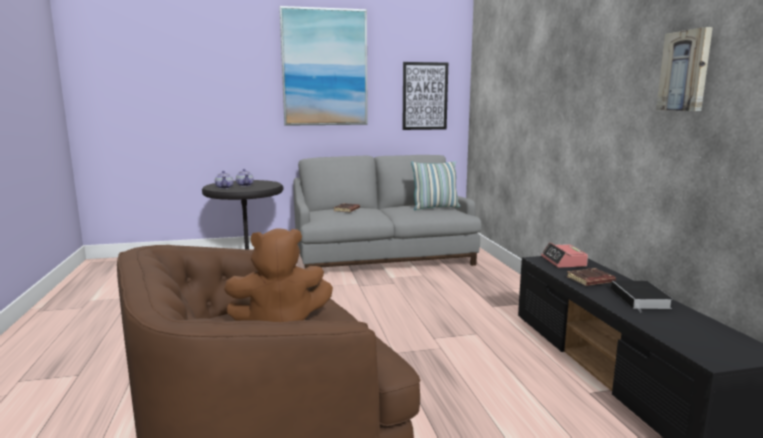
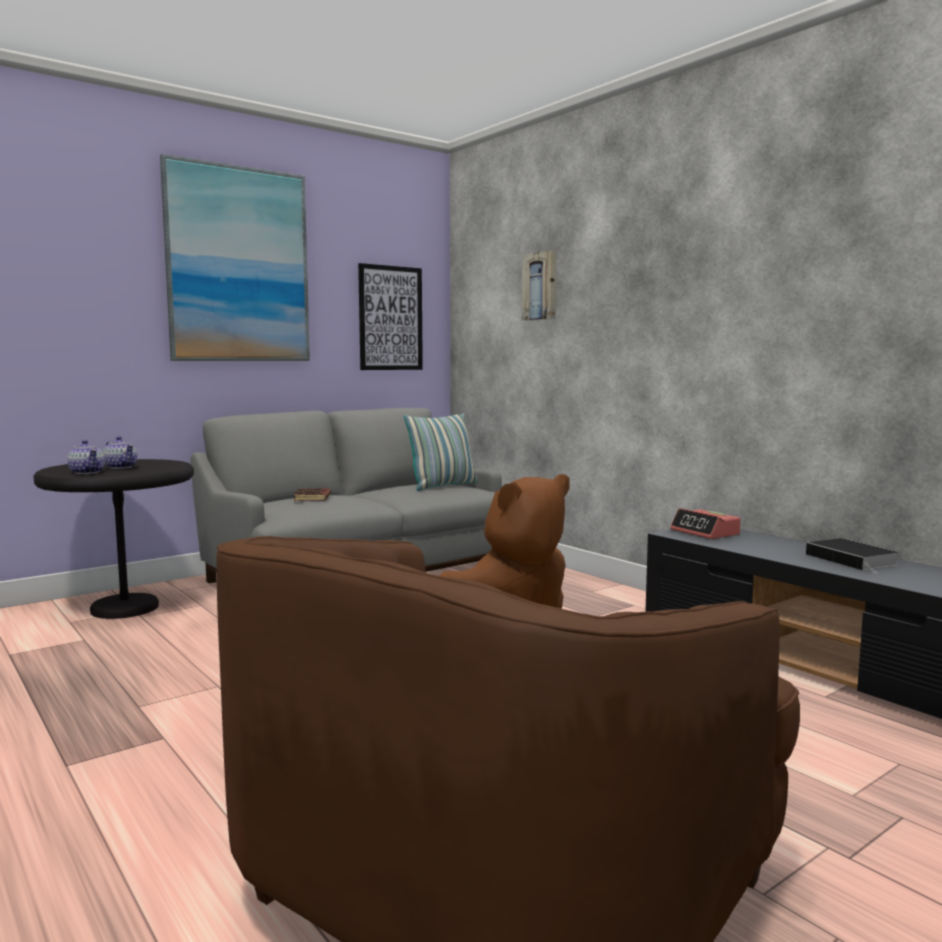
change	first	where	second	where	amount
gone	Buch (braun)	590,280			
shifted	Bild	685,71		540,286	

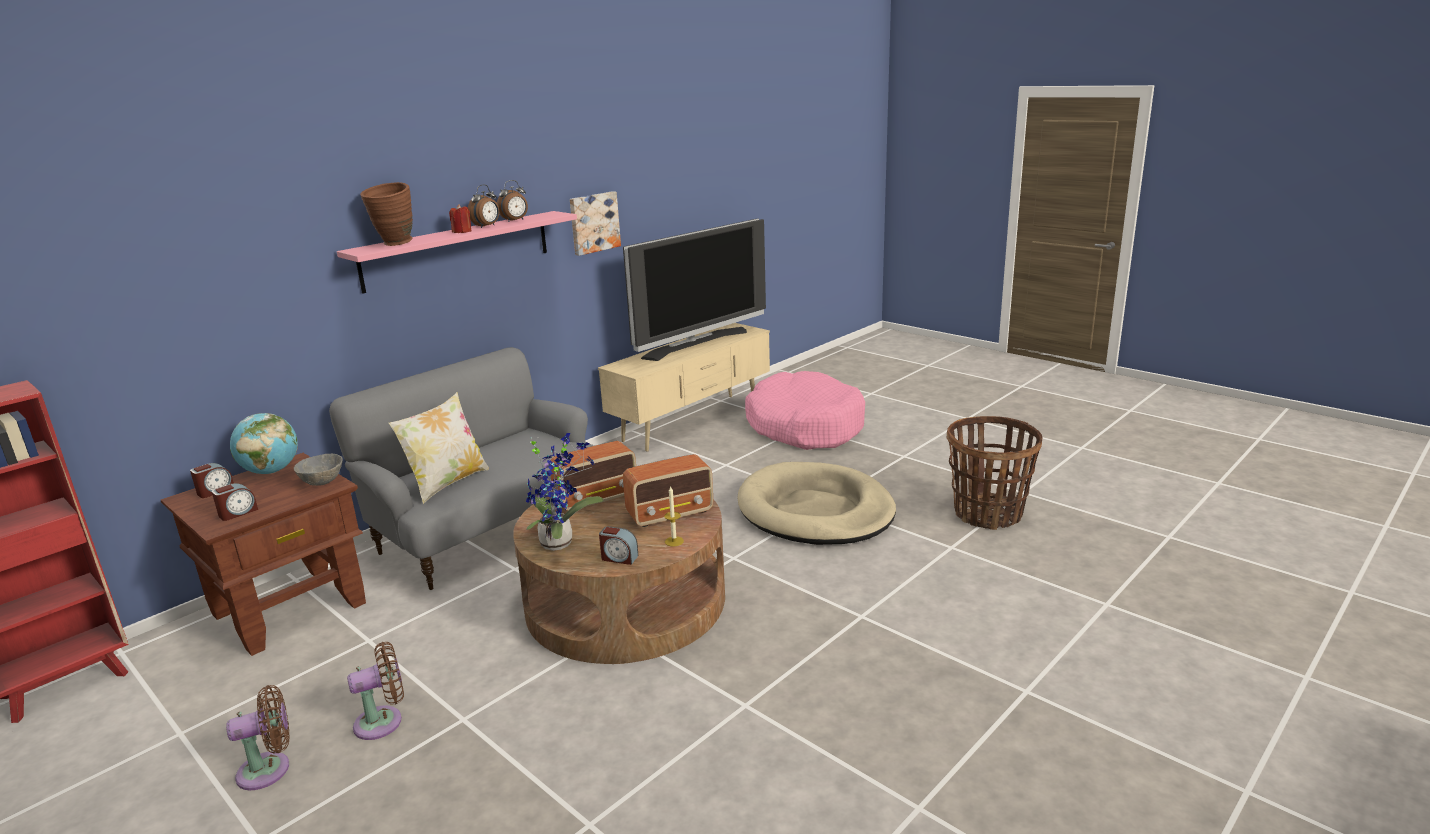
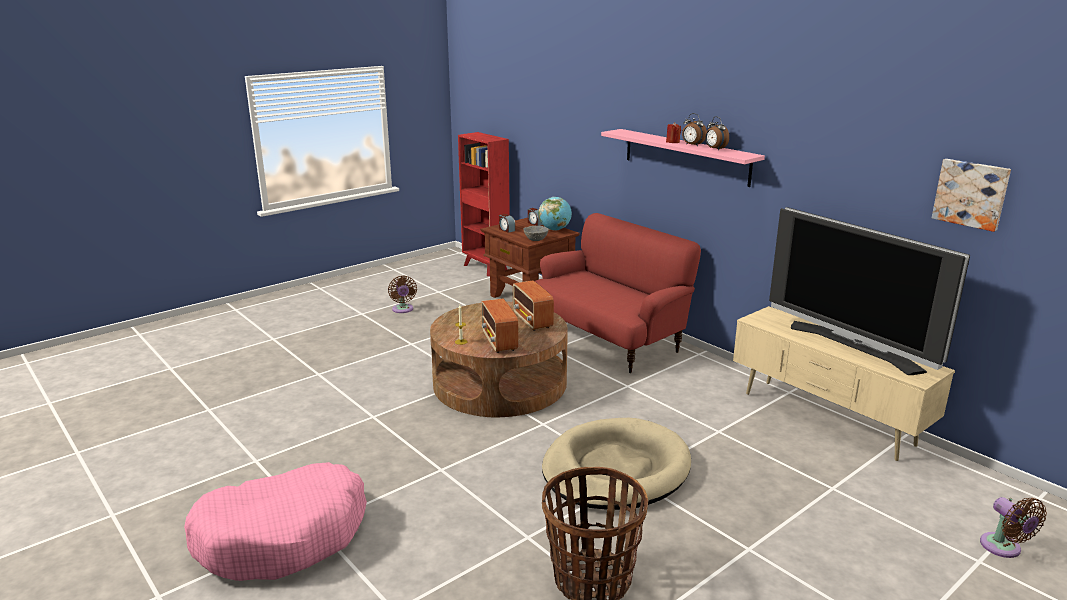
change	first	where	second	where	amount
repainted	Sofa (grau)	488,530	Sofa (rot)	607,338	
shifted	Ventilator (braun)	383,721		1003,548	
gone	Vase (braun)	394,244			
gone	Kissen	447,483			
gone	Topfpflanze	560,542			
shifted	Bild	593,222		971,194	
gone	Wecker	619,558			
shifted	Hundebett (rosa)	805,426		283,536	

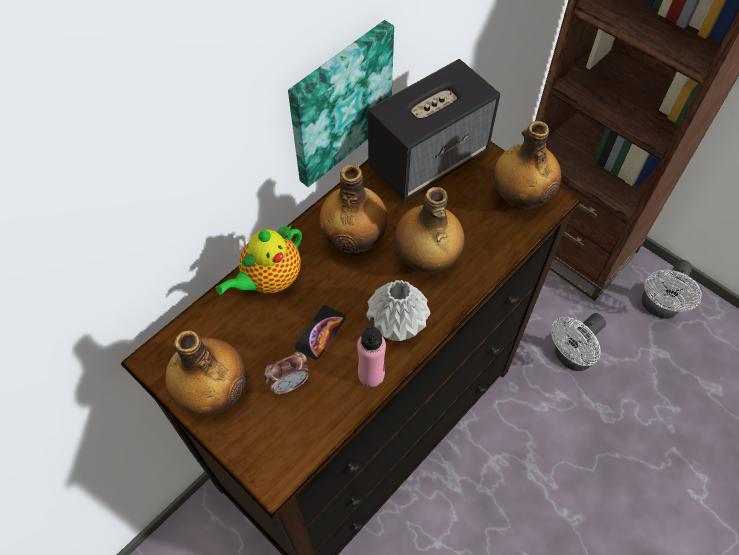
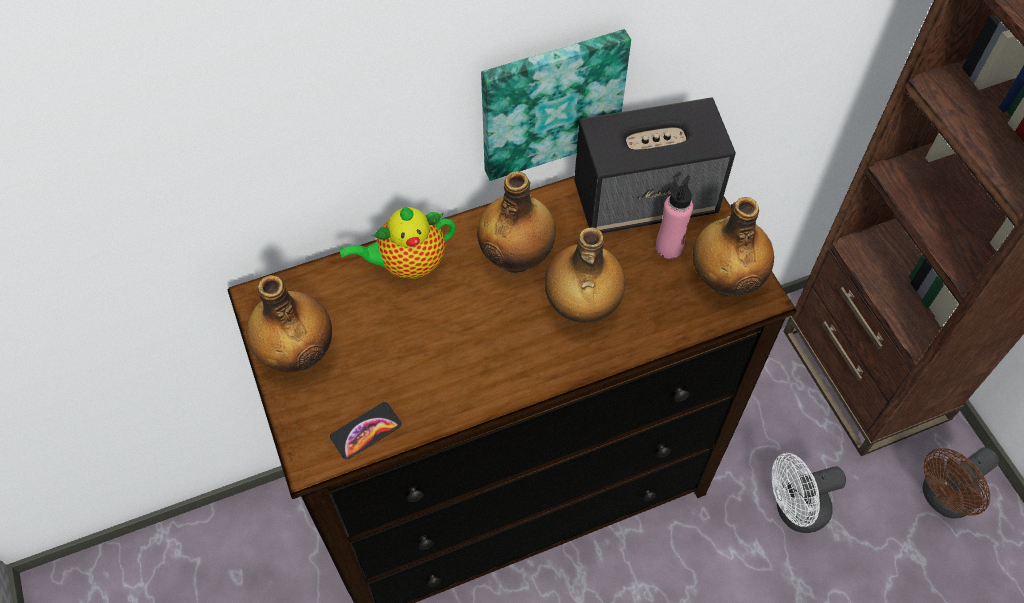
change	first	where	second	where	amount
gone	Wecker	289,384			
shifted	Handy	320,332		366,431	
shifted	Flasche (rosa)	371,374		669,247	
gone	Vase (grau)	397,324			
repainted	Ventilator (weiß)	658,307	Ventilator (braun)	942,499	

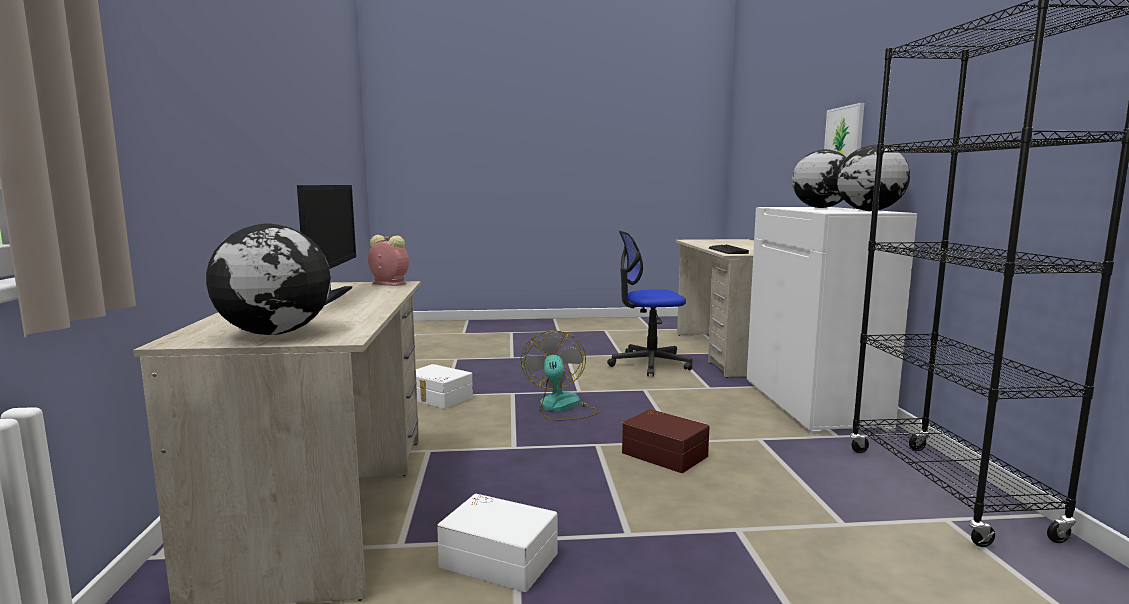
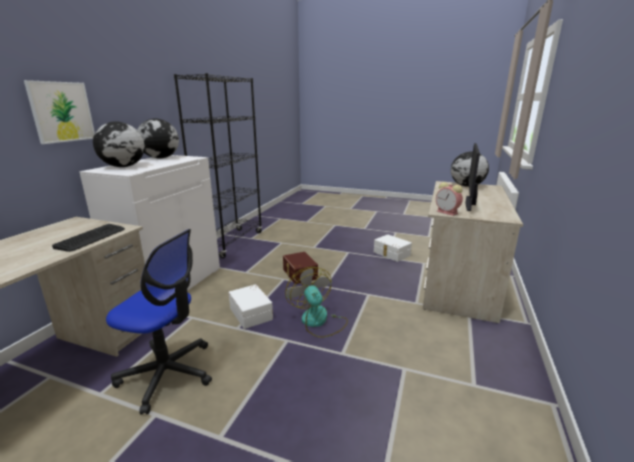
change	first	where	second	where	amount
shifted	Aufbewahrungsbox (weiß)	438,398		252,313	
rotated	Ventilator	561,408		318,321	135 degrees clockwise

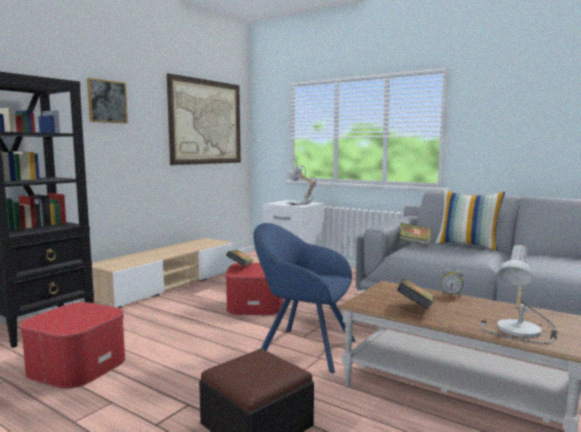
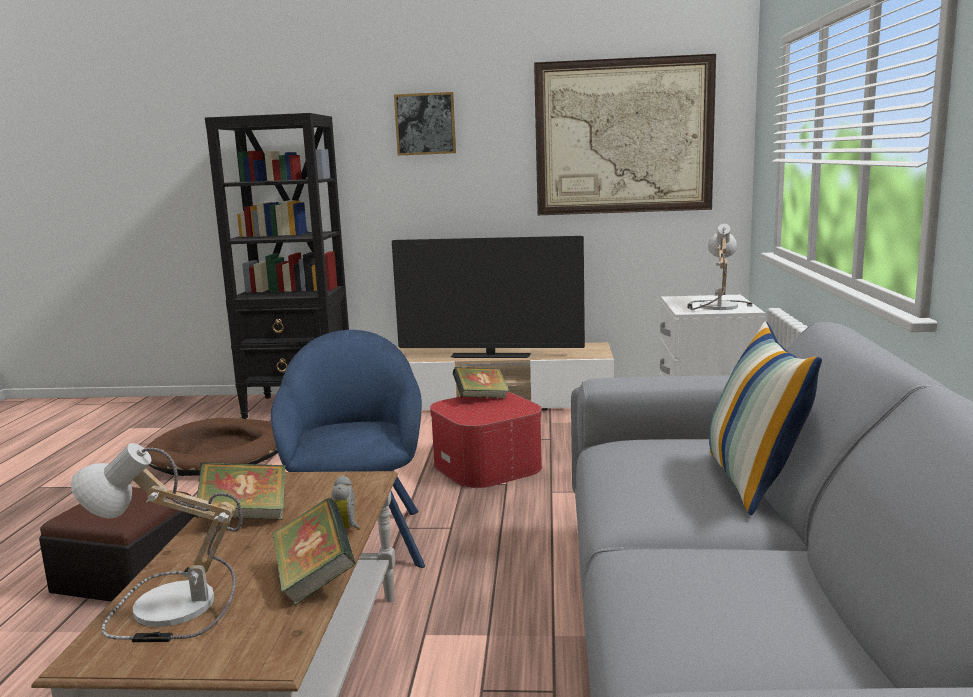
change	first	where	second	where	amount
swapped	Polsterhocker	77,365	Hundebett (braun)	220,453	
shifted	Buch	414,244		314,578	
new			Fernseher	490,356	

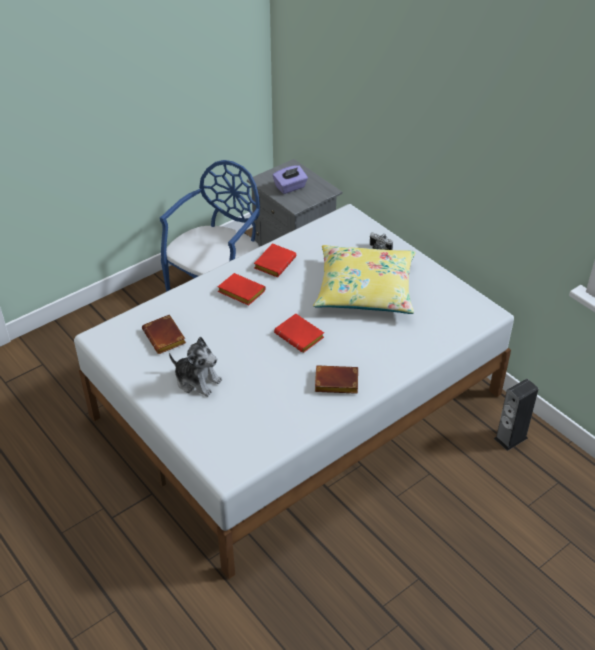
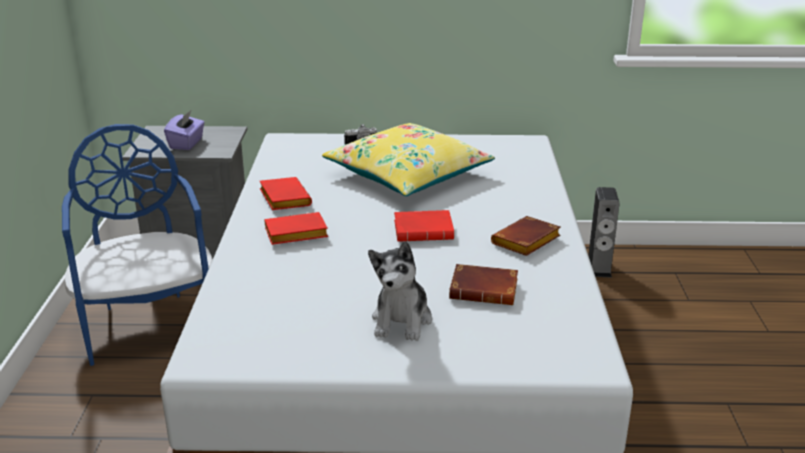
change	first	where	second	where	amount
shifted	Buch (braun)	166,338		485,290	
rotated	Plüschtier	197,381		402,320	120 degrees clockwise

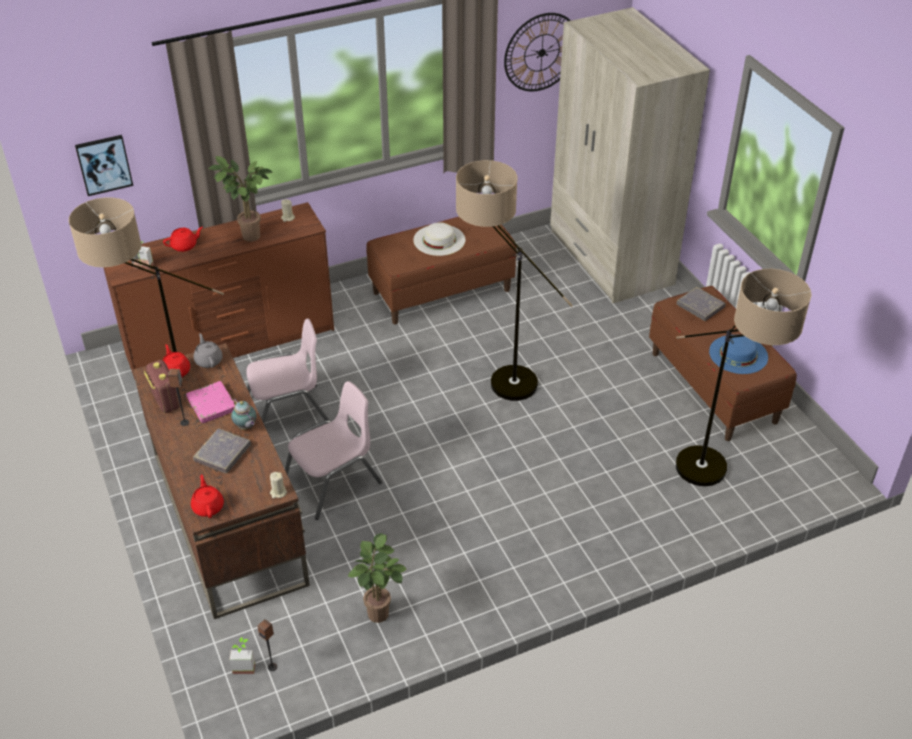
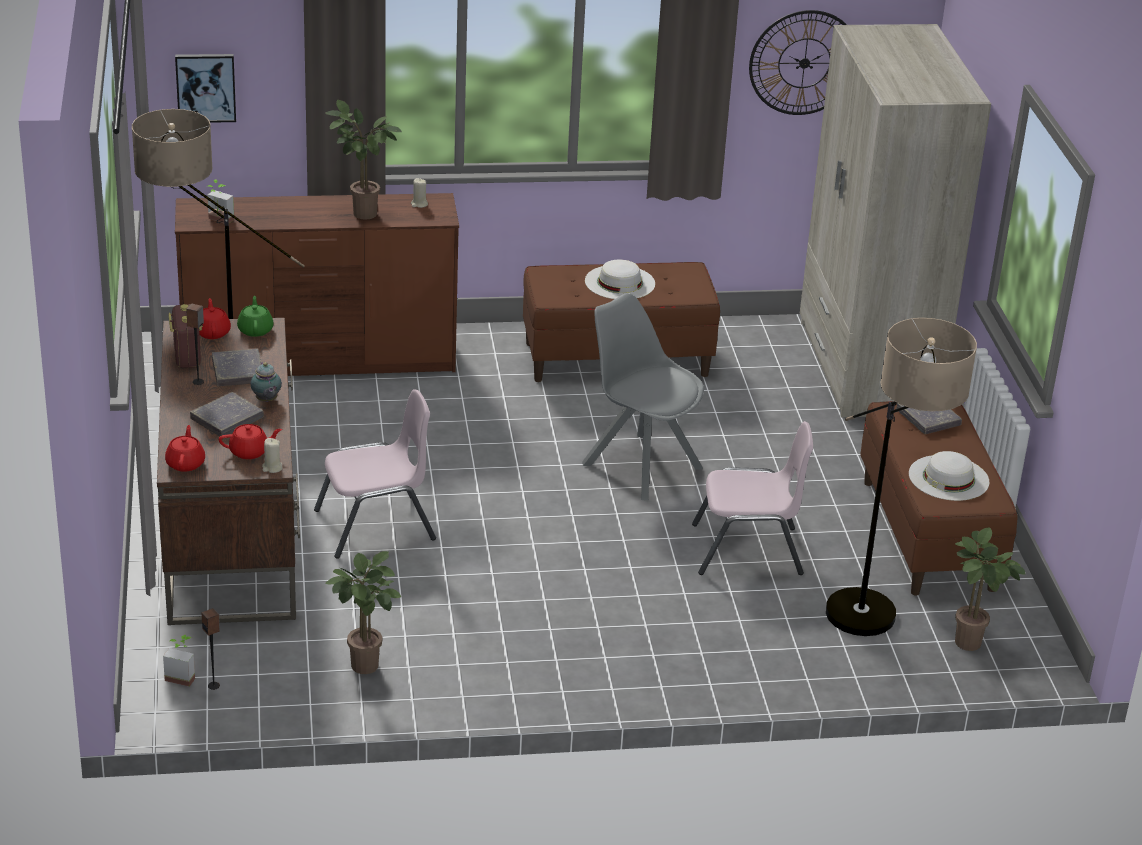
change	first	where	second	where	amount
shifted	Teekanne (rot)	184,246		250,452	
repainted	Buch (rosa)	212,404	Buch (grau)	238,372	
repainted	Teekanne (grau)	208,360	Teekanne (grün)	255,330	
shifted	Stuhl (rosa)	287,411		748,550	
swapped	Stehlampe	496,378	Stuhl (grau)	639,464	
repainted	Hut (blau)	738,354	Hut (weiß)	948,478	
new			Topfpflanze	972,645	

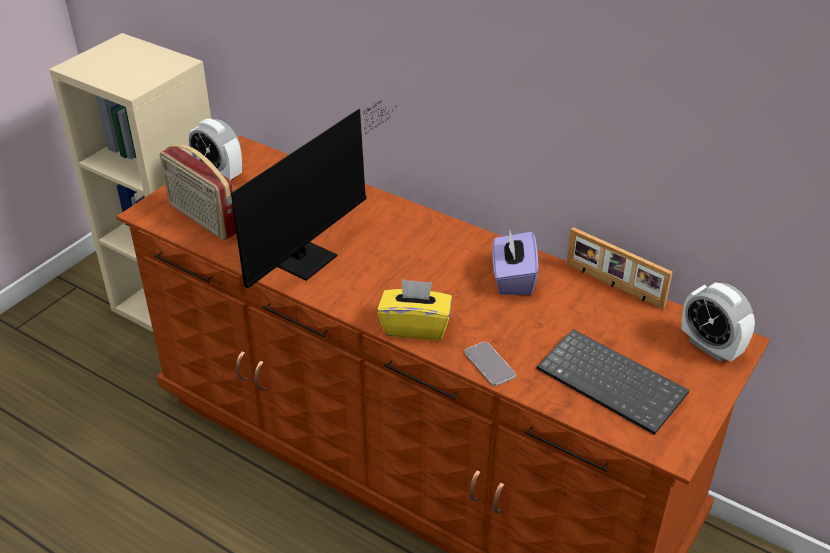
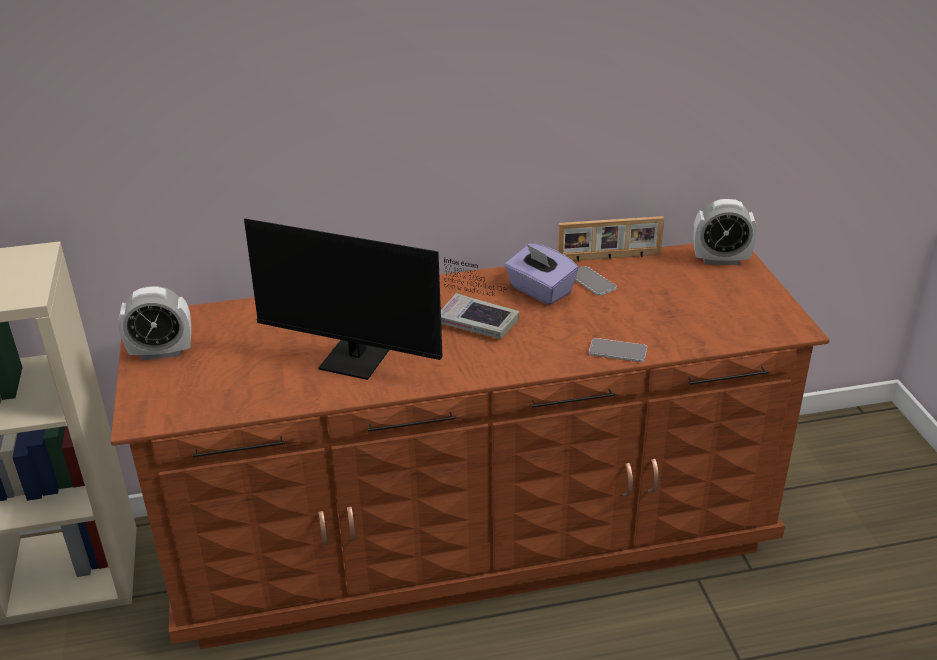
change	first	where	second	where	amount
gone	Radio	202,219			
rotated	Monitor	311,255		362,363	120 degrees clockwise
gone	Taschentuchbox (gelb)	415,327			
gone	Tastatur	614,382			
new			Buch	477,322	
new			Handy	592,282	

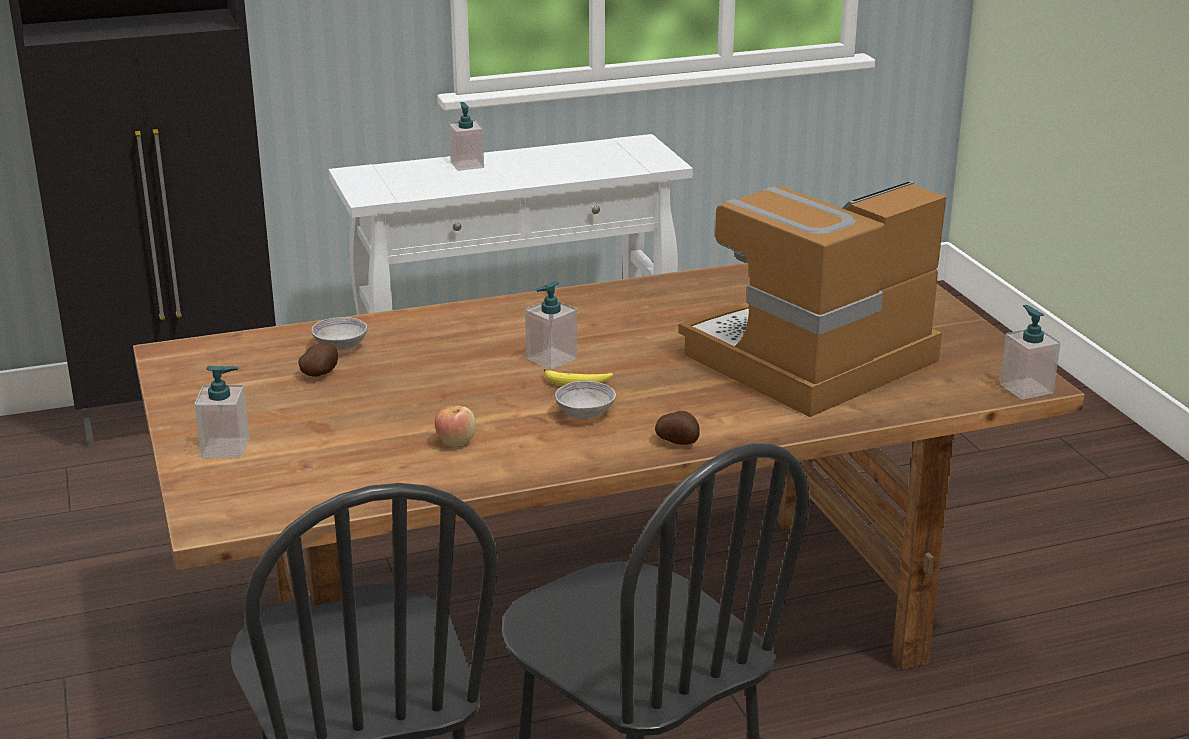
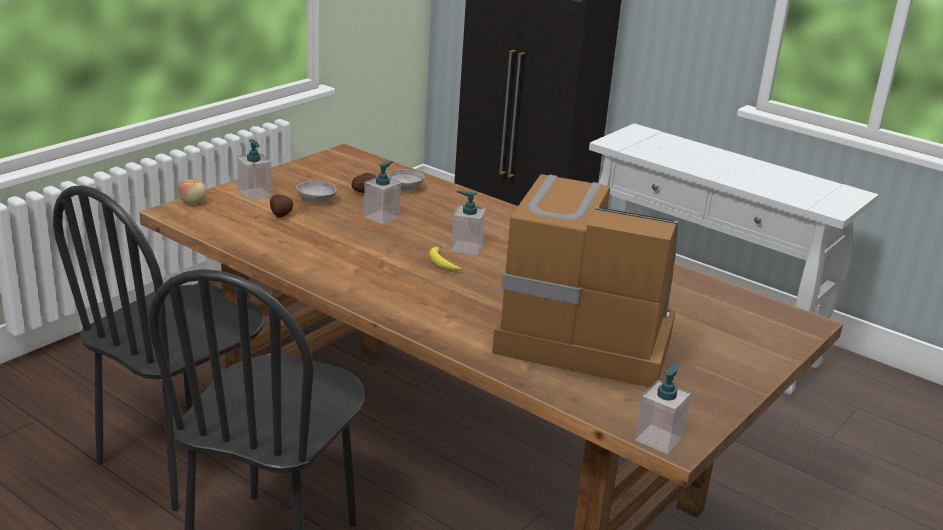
change	first	where	second	where	amount
shifted	Apfel	456,442		193,203	
shifted	Seifenspender	467,165		381,217	
shifted	Schüssel (grau)	585,414		316,200	
shifted	Kartoffel	678,442		281,215	

